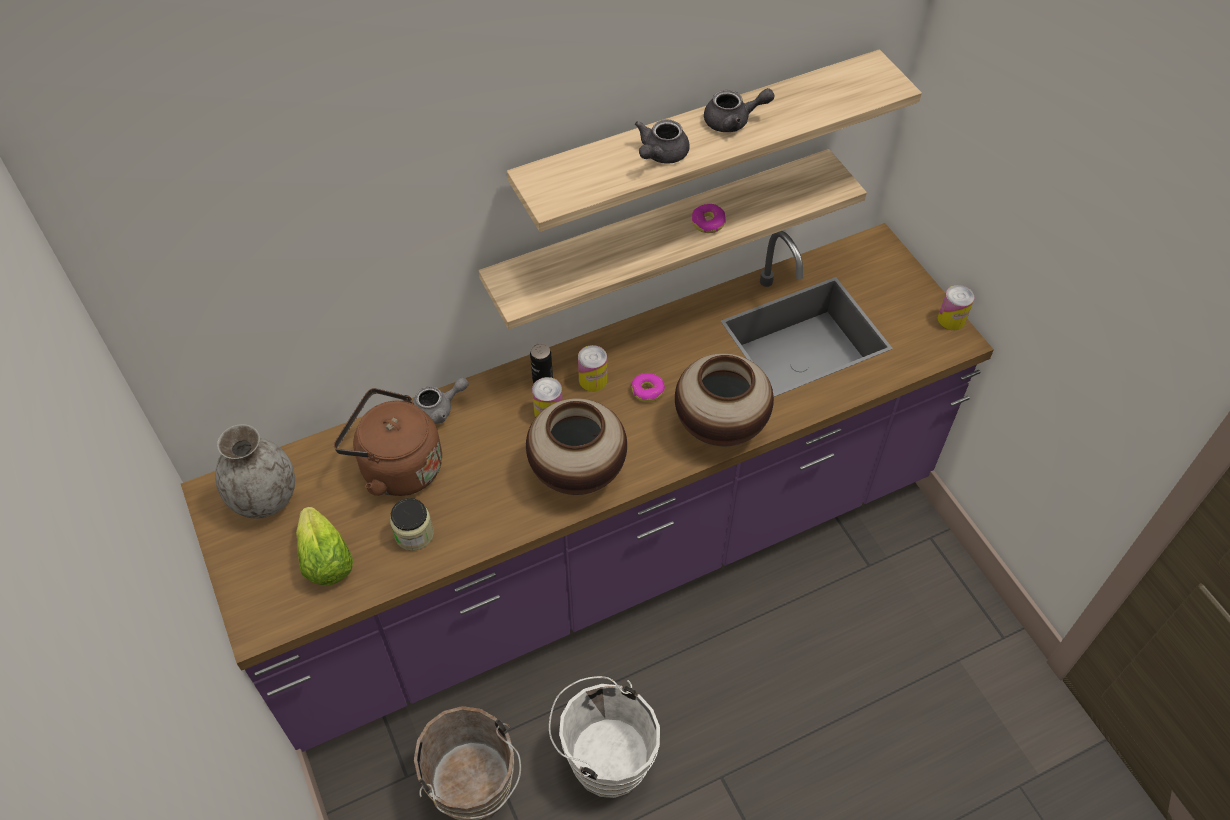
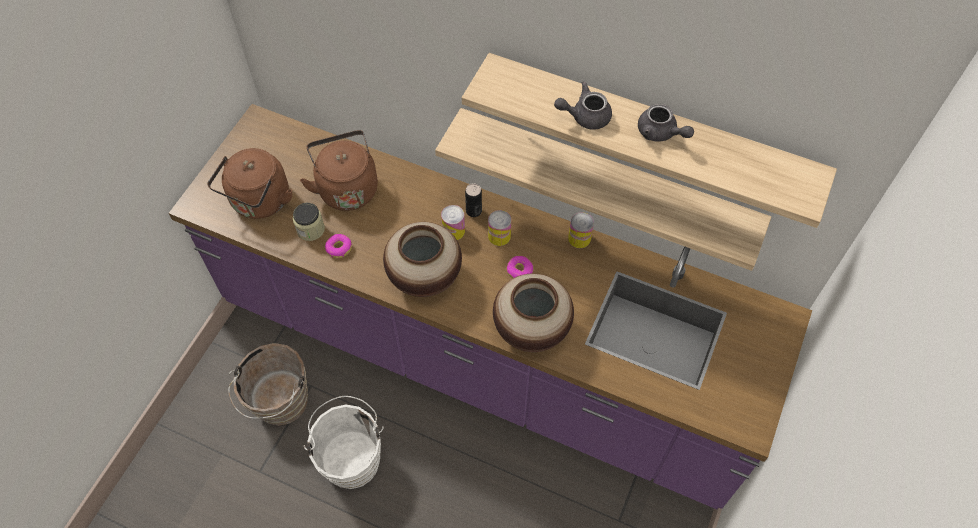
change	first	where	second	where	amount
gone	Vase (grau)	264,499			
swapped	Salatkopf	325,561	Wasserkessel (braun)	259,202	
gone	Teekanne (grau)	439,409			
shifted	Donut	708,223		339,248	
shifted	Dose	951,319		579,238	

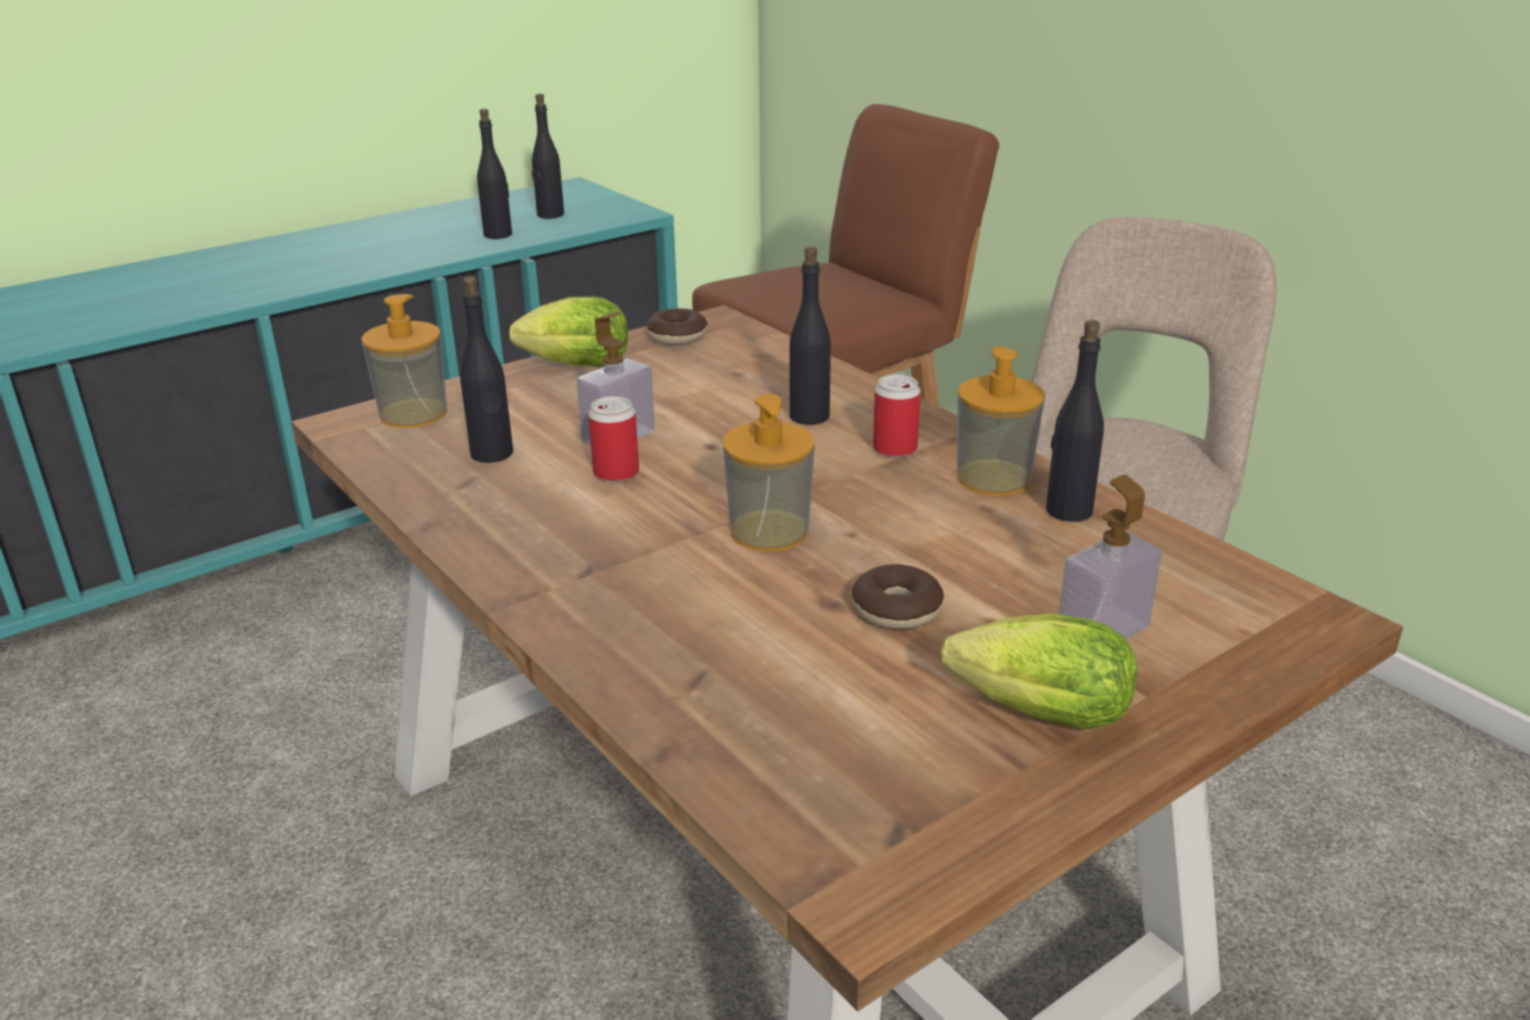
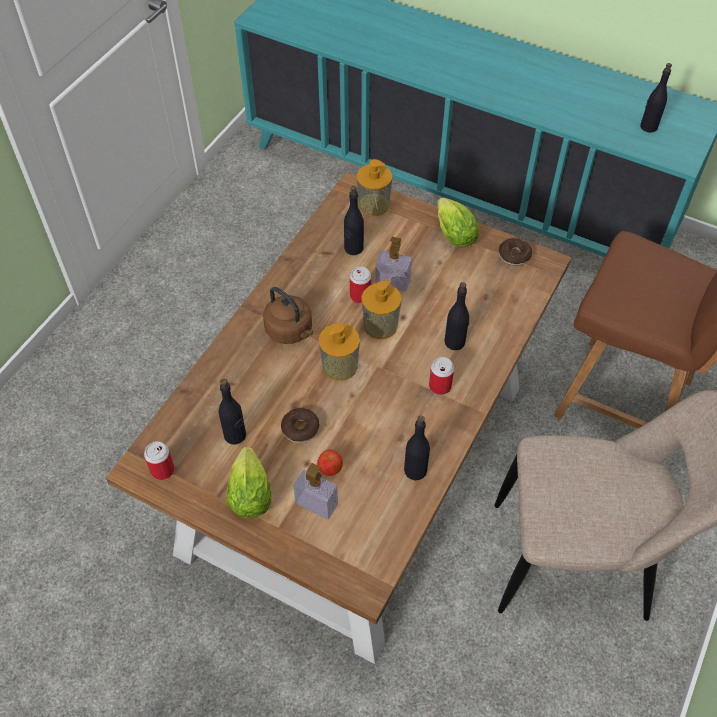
change	first	where	second	where	amount
shifted	Flasche (schwarz)	498,234		235,435	
shifted	Seifenspender	993,477		380,325	
new			Dose	162,470	
new			Wasserkessel (braun)	291,331	
new			Apfel	330,469	

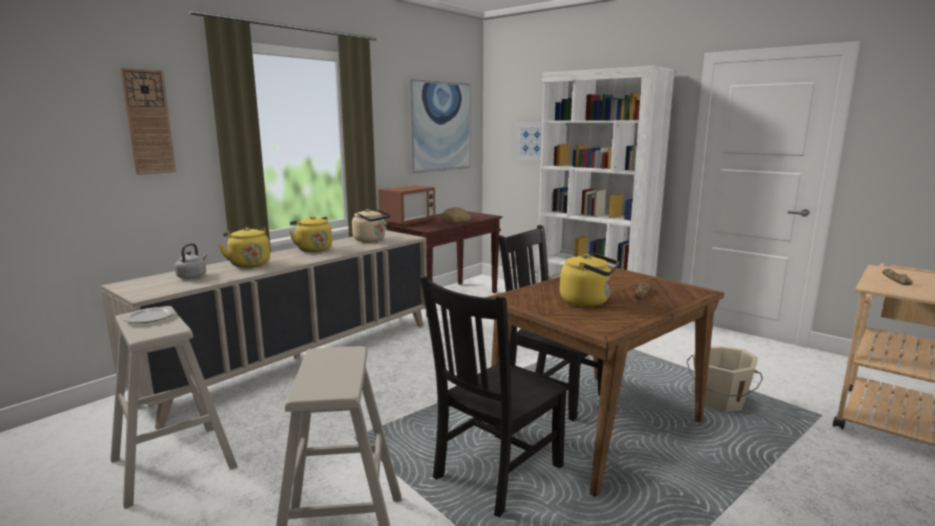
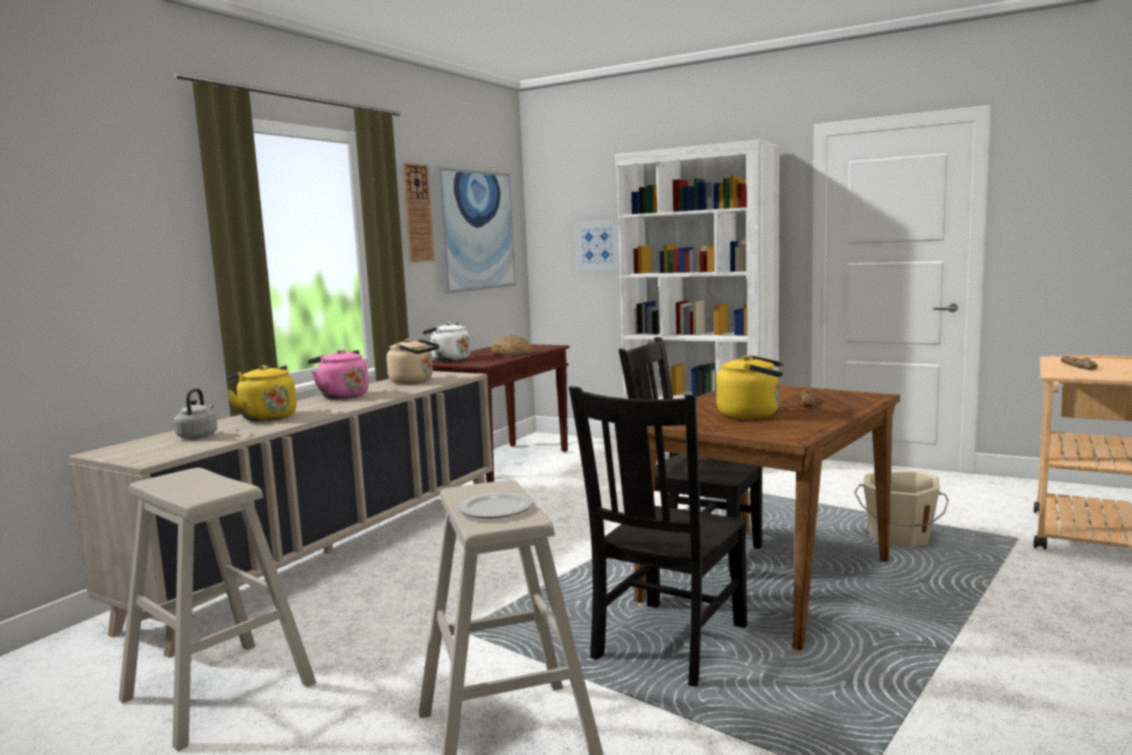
change	first	where	second	where	amount
shifted	Wanduhr	148,122		417,213	
shifted	Teller	150,317		495,508	
repainted	Wasserkessel (gelb)	313,249	Wasserkessel (rosa)	341,396	
swapped	Mikrowelle	408,222	Wasserkessel (weiß)	448,359	

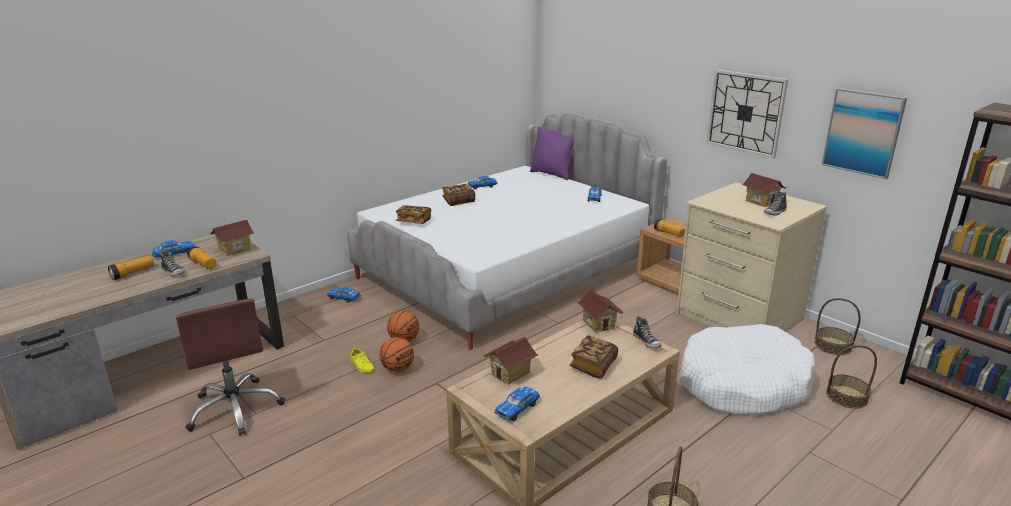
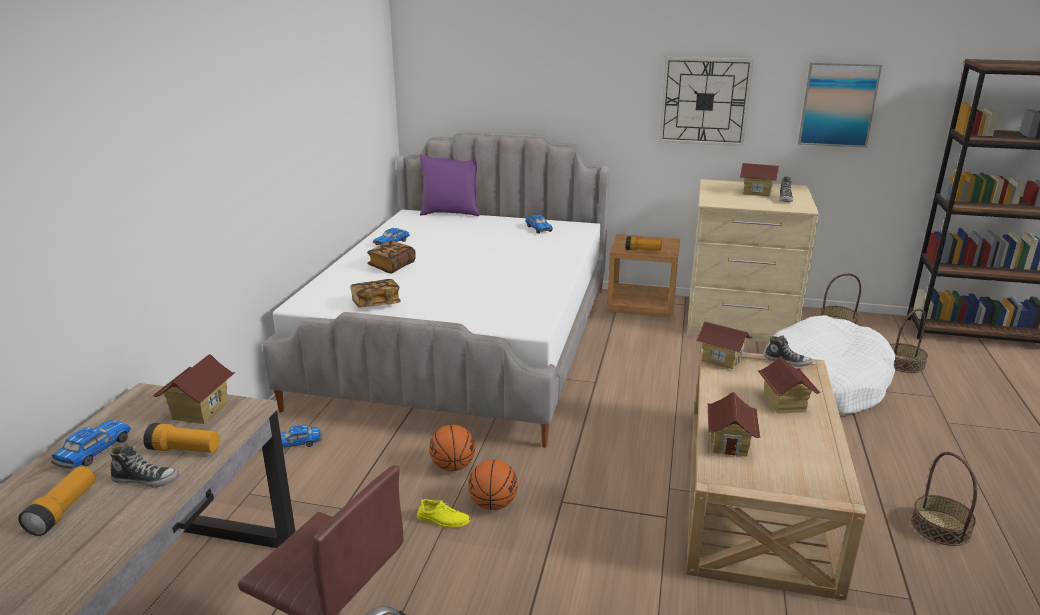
change	first	where	second	where	amount
gone	Spielzeugauto	517,408			
swapped	Buch	593,366	Spielzeughaus	783,403	

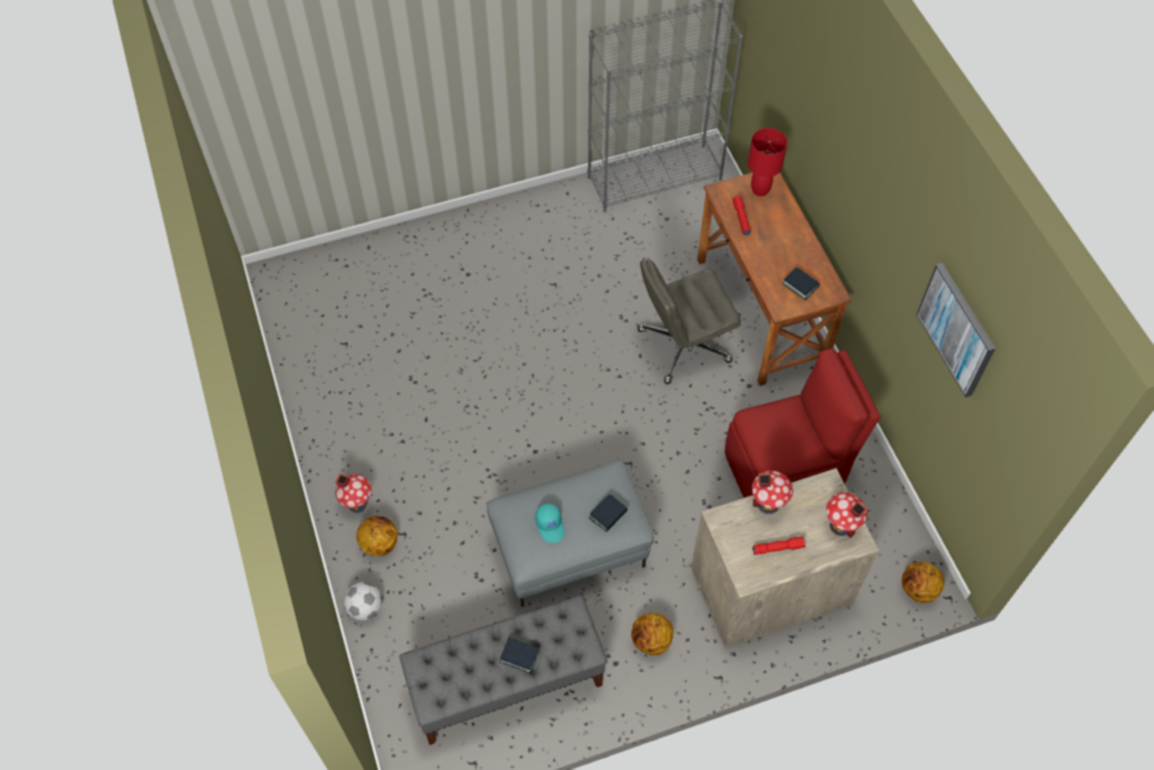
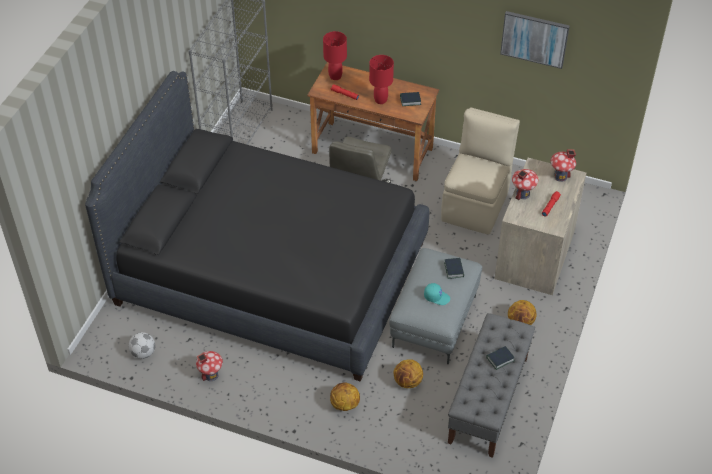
change	first	where	second	where	amount
shifted	Spielzeughaus	357,504		211,375	
shifted	Fußball	366,608		143,353	
repainted	Stuhl (rot)	786,469	Stuhl (beige)	476,204	
shifted	Basketball	917,590		408,382	
new			Bett (schwarz)	270,273	
new			Tischlampe (rot)	381,100	

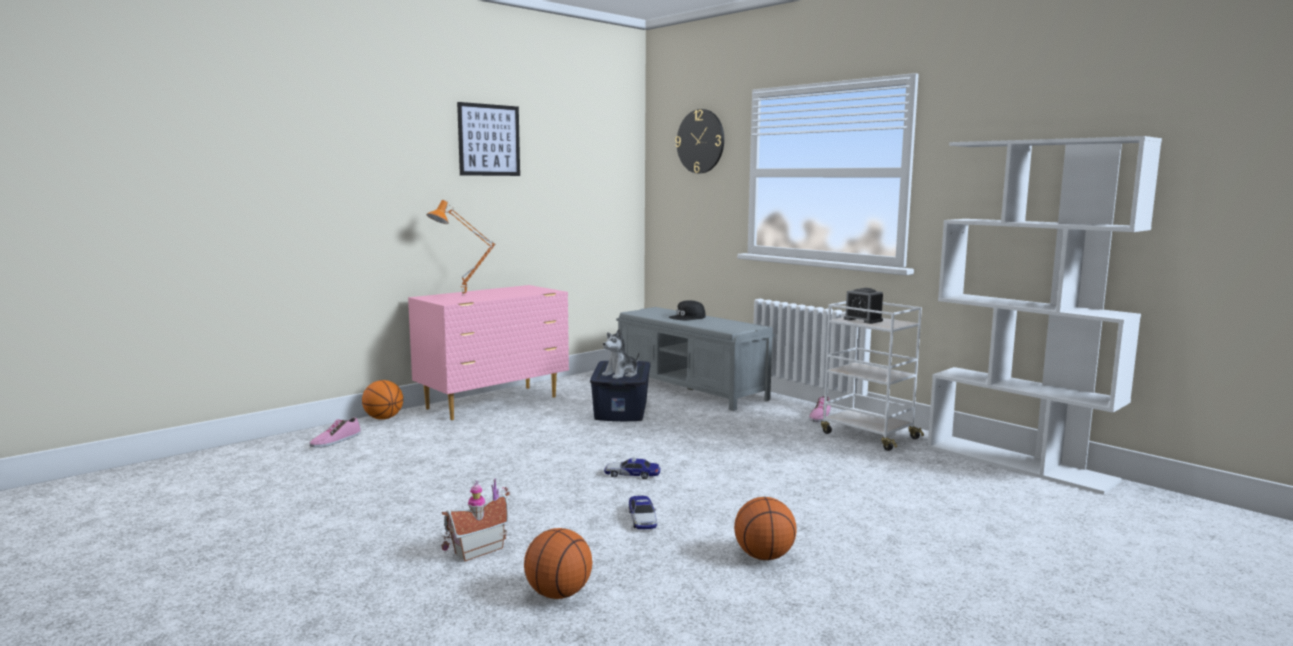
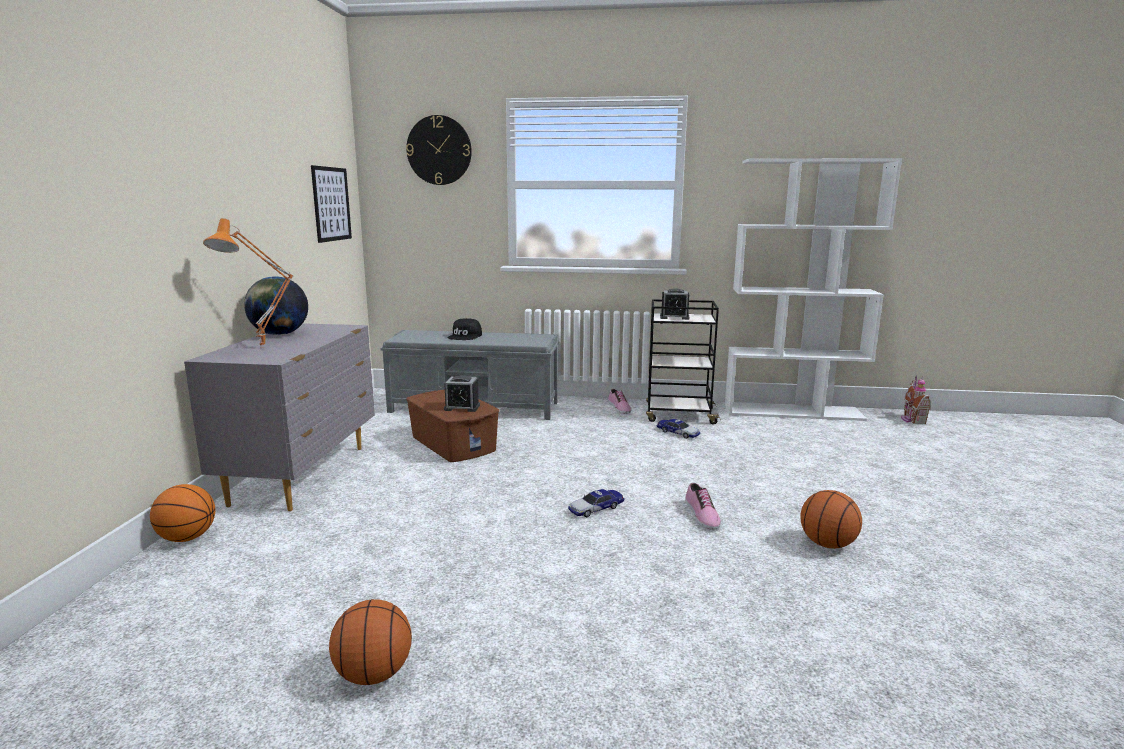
change	first	where	second	where	amount
shifted	Schuh	335,440		701,515	
repainted	Kommode (rosa)	494,403	Kommode (grau)	303,474	
shifted	Spielzeughaus	476,550		912,419	
shifted	Bild	489,140		331,204	
shifted	Basketball	559,594		374,674	
repainted	Aufbewahrungsbox (blau)	622,408	Aufbewahrungsbox (braun)	453,443	
swapped	Plüschtier	621,374	Wecker	462,407	
shifted	Spielzeugauto	642,518		678,433	
repainted	Rollwagen (weiß)	868,435	Rollwagen (schwarz)	678,415	
new			Globus	279,334	

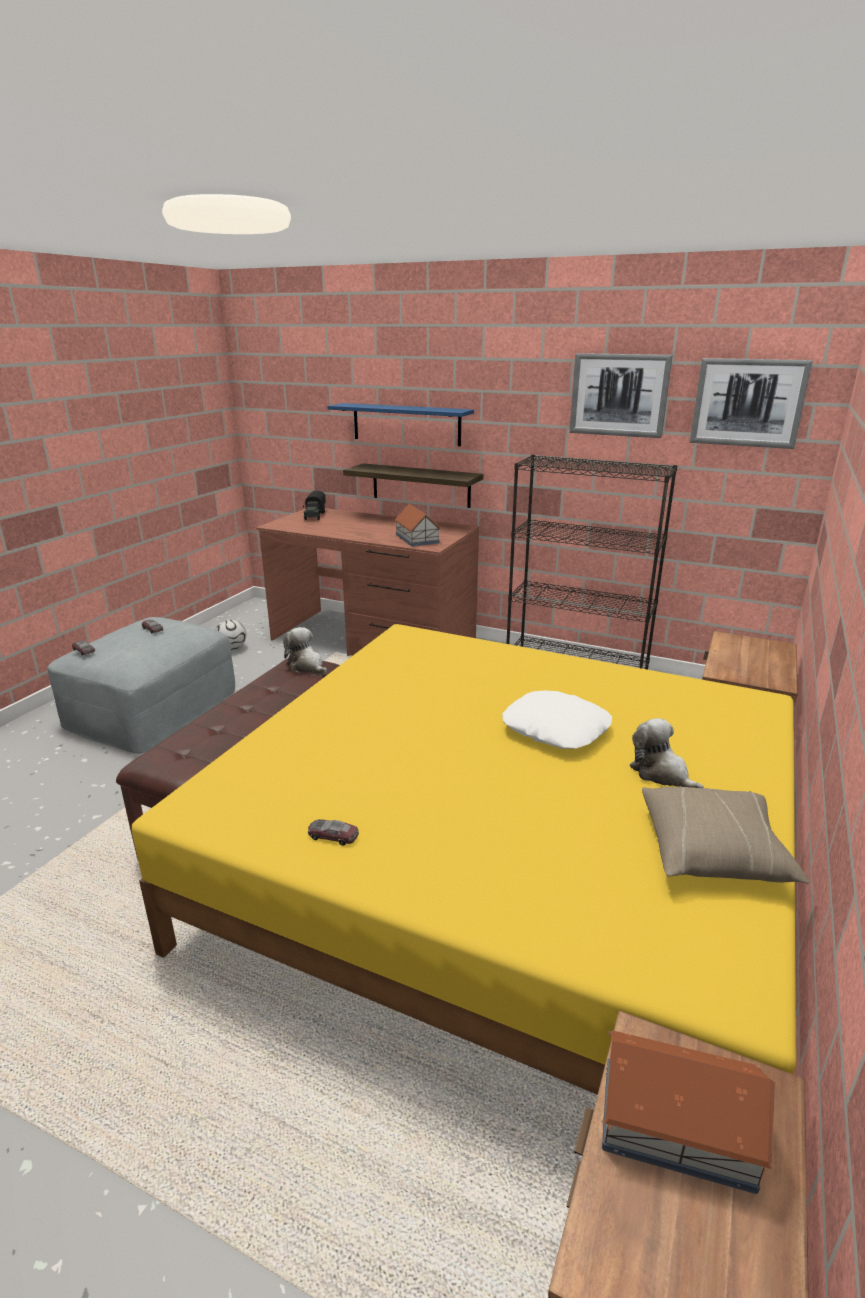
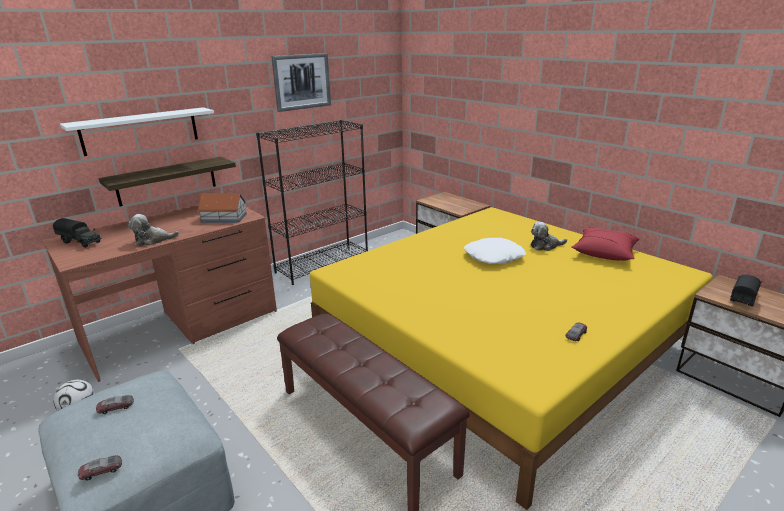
change	first	where	second	where	amount
shifted	Plüschtier	306,666		153,240	
repainted	Wandregal (blau)	406,424	Wandregal (weiß)	140,131	
swapped	Spielzeughaus	674,1122	Spielzeuglaster	743,298	
repainted	Kissen (beige)	713,852	Kissen (rot)	604,253	
gone	Bild	748,403			

